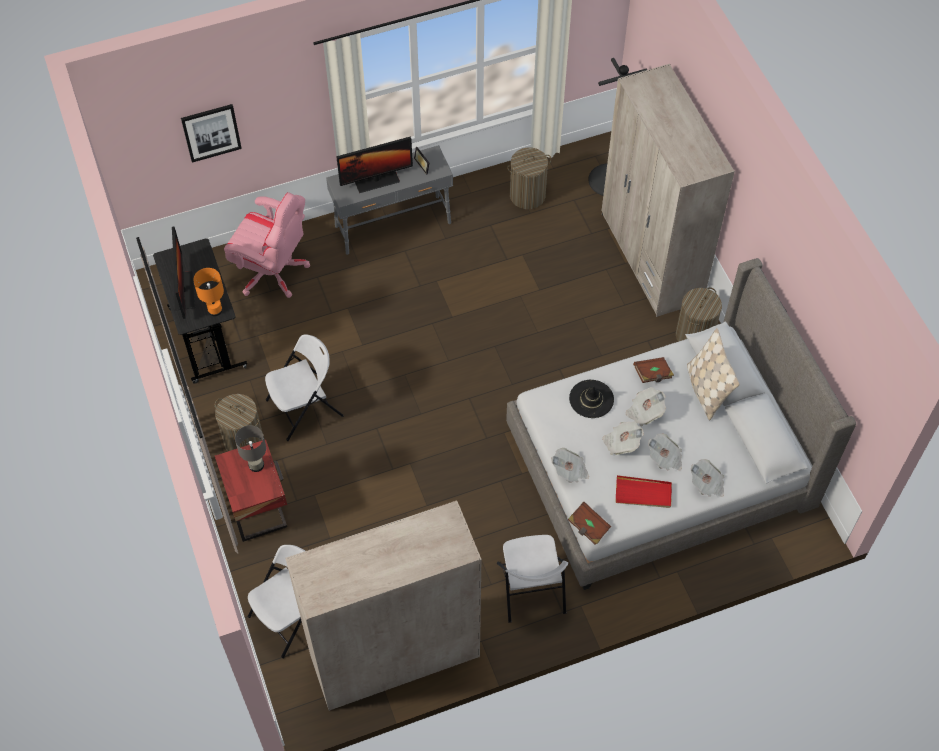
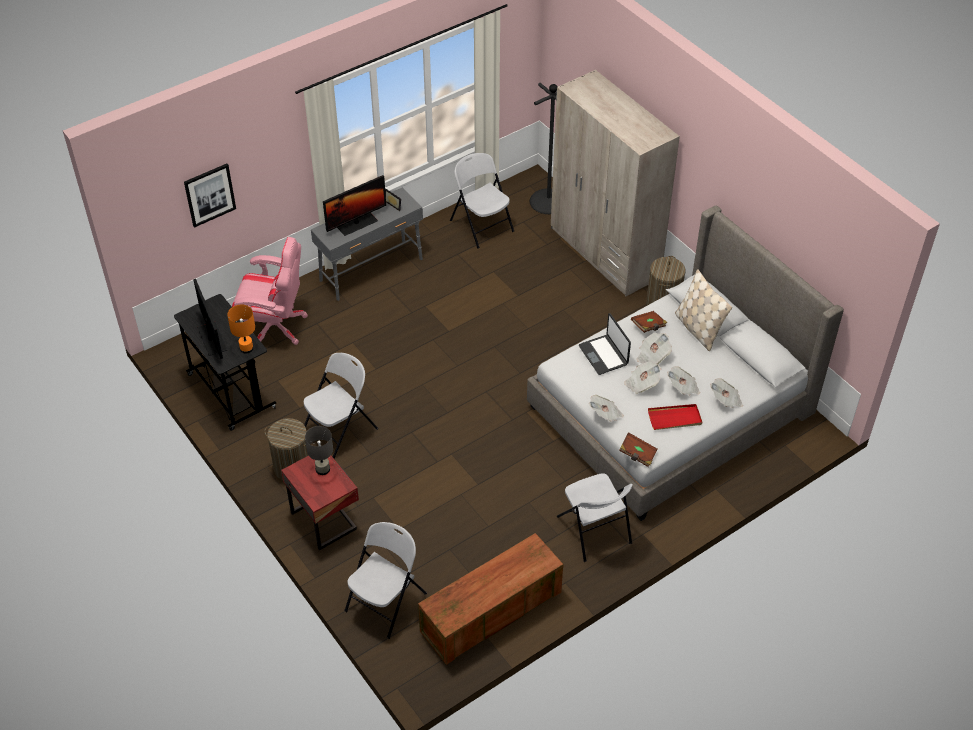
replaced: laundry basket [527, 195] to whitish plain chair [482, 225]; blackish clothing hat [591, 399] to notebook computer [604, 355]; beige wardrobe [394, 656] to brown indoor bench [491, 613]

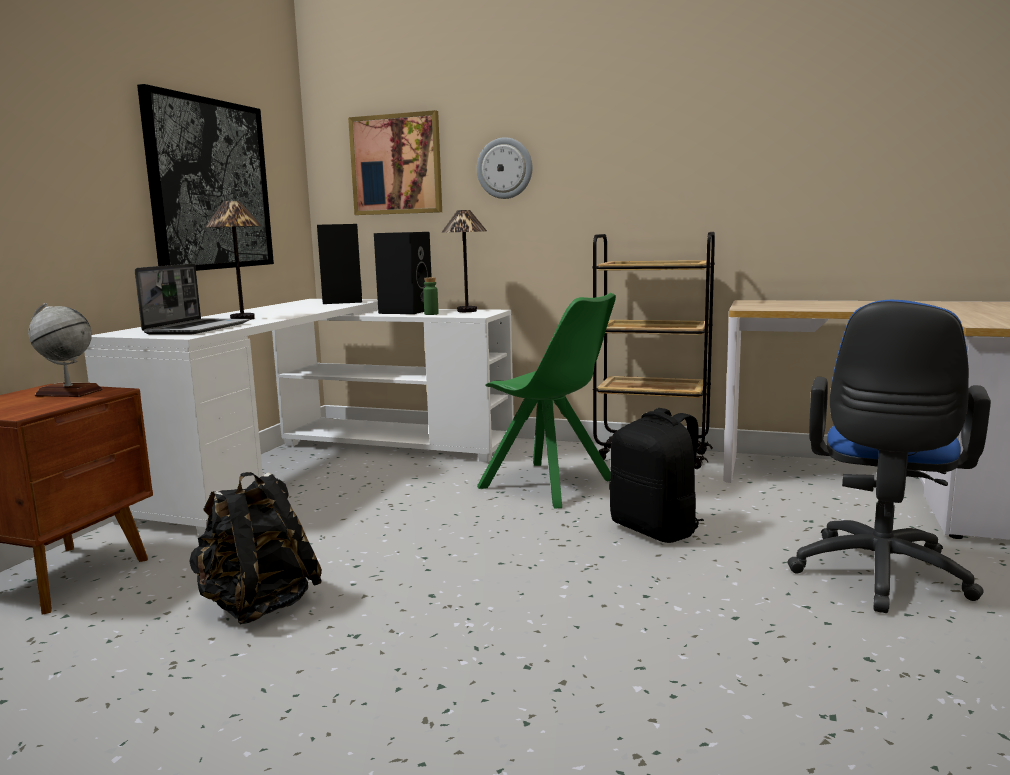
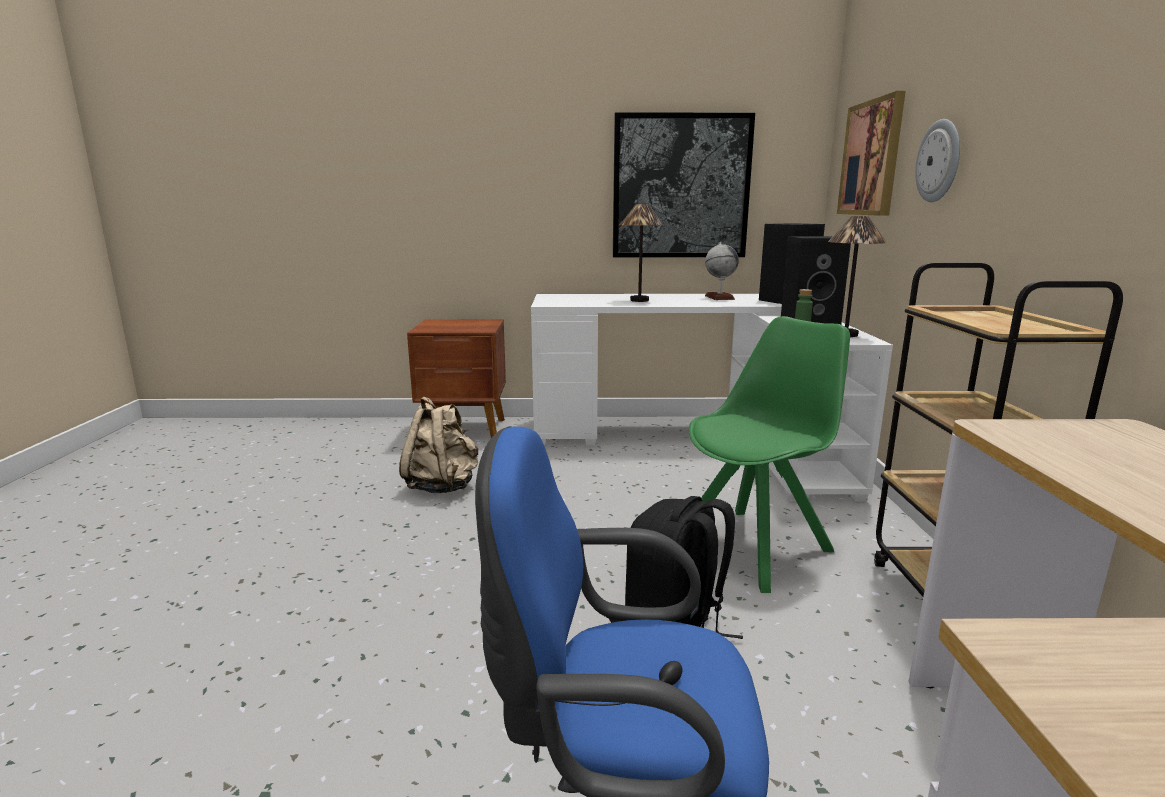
removed: notebook computer [197, 328]
moved: world globe [68, 393] to [719, 297]
recoloured: blackish rucksack [258, 605] to beige rucksack [442, 486]
turned: greenish plain chair [549, 485] = [754, 546] 150 degrees counterclockwise

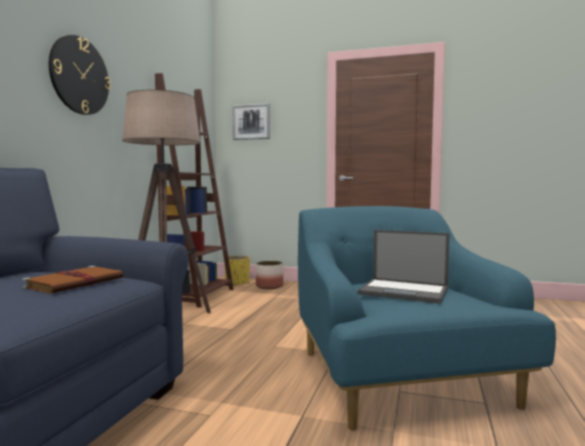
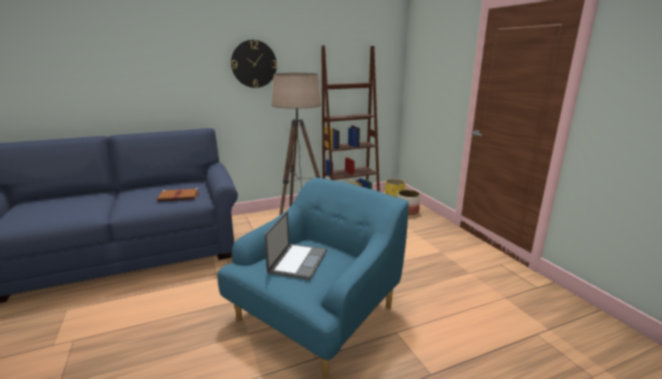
removed: wall art [251, 122]
turned: notebook computer [405, 291] = [298, 261] 150 degrees counterclockwise

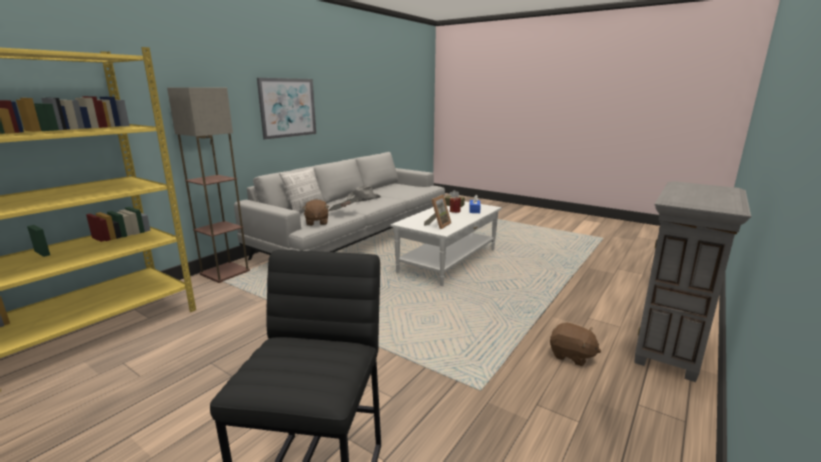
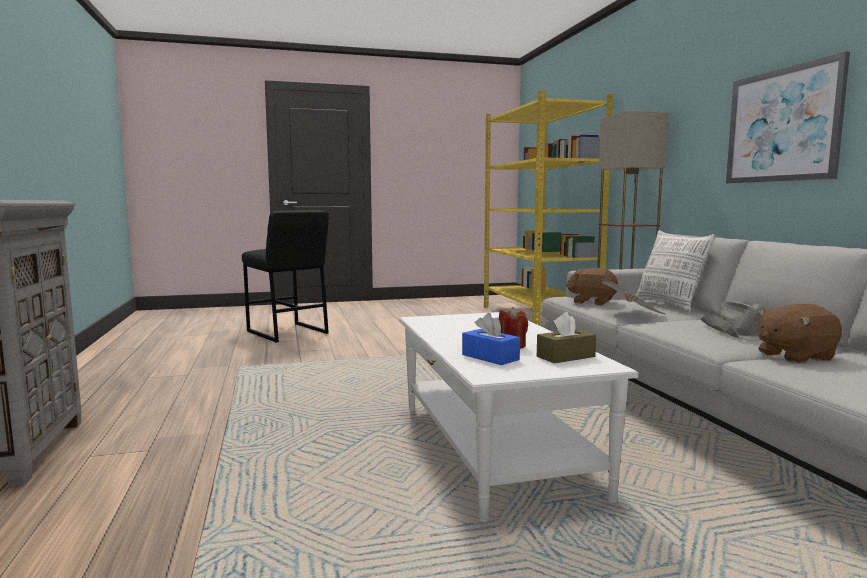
removed: standing frame [438, 225]
moved: brown plush toy [571, 355] to [794, 356]

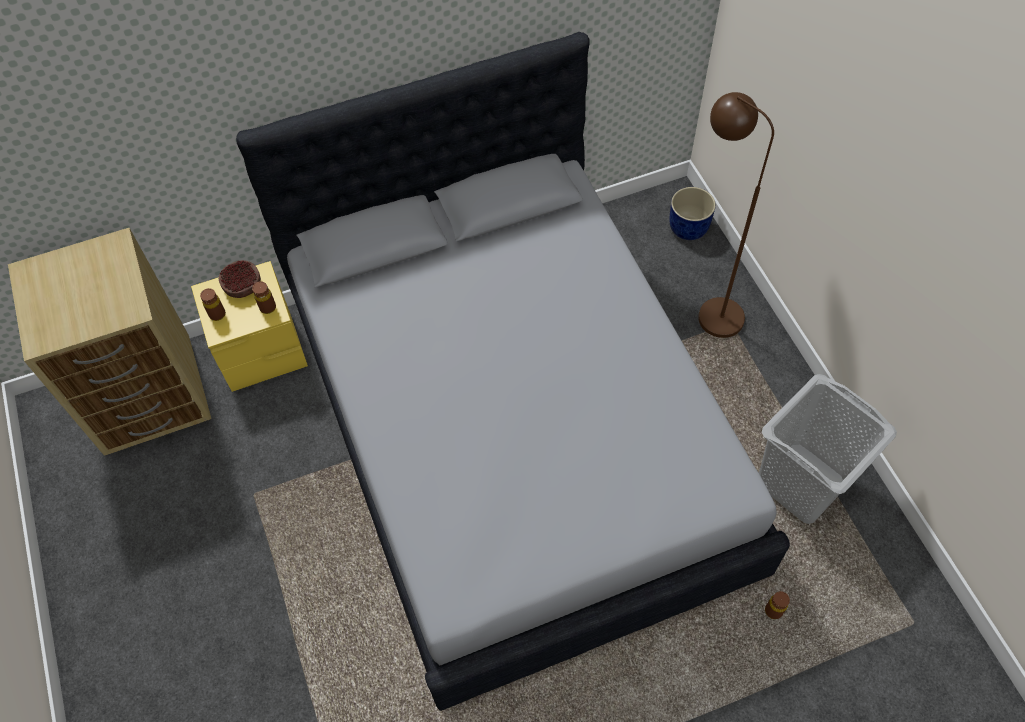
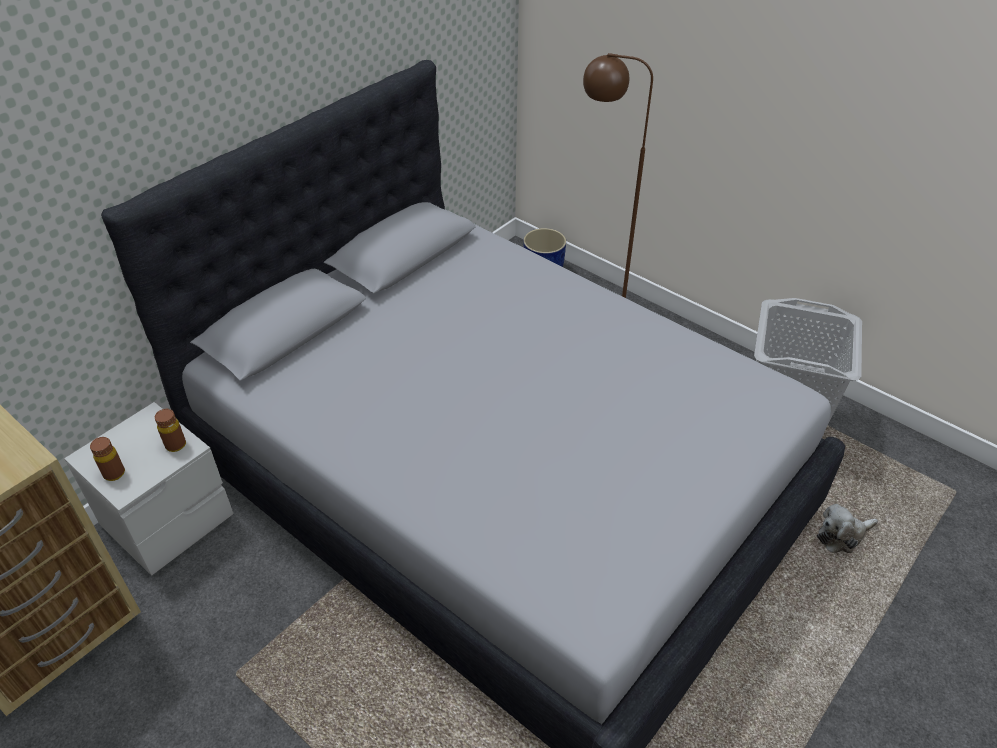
removed: bowl [242, 286]
replaced: brown bottle [773, 611] to plush toy [841, 536]
recoloured: yellow bedside table [261, 350] to whitish bedside table [167, 520]

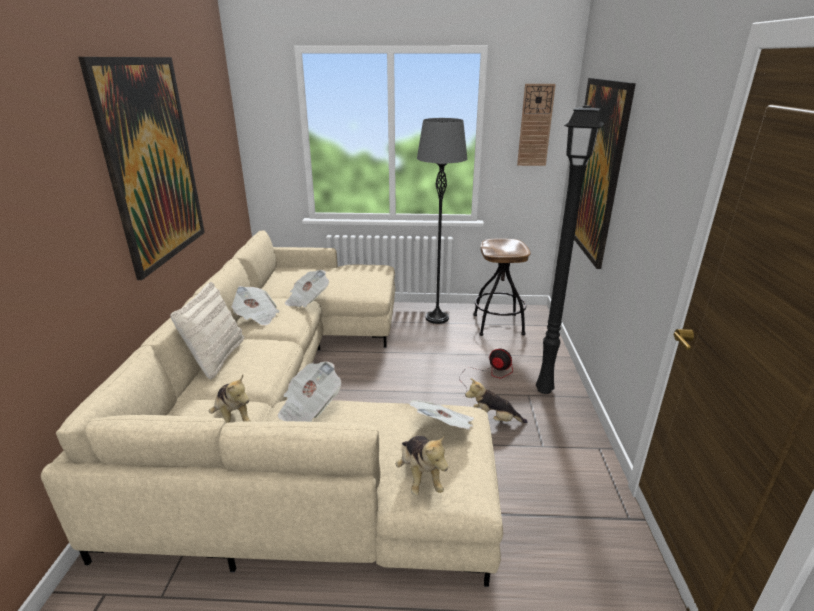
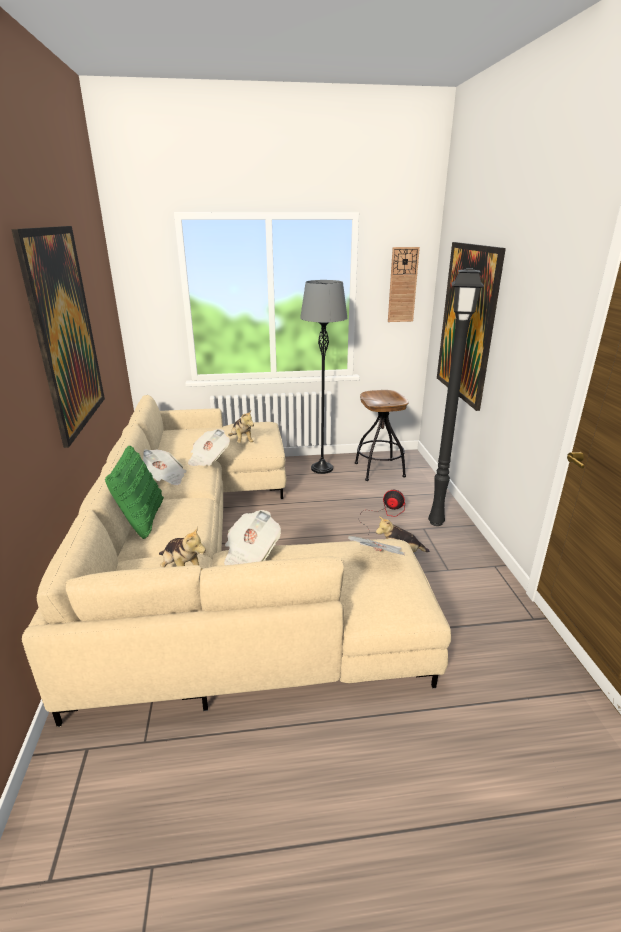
moved: plush toy [420, 476] to [241, 441]
recoloured: beige throw pillow [217, 359] to greenish throw pillow [142, 520]

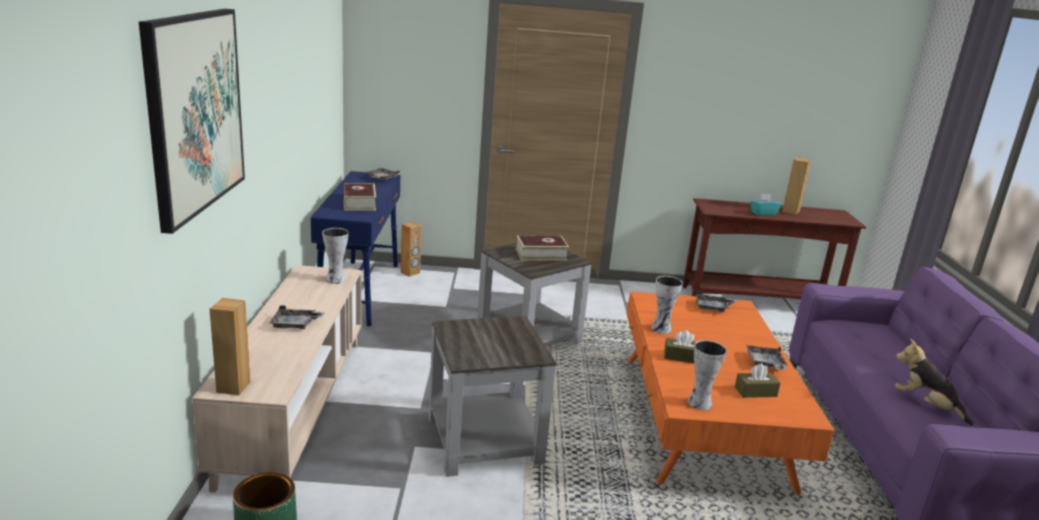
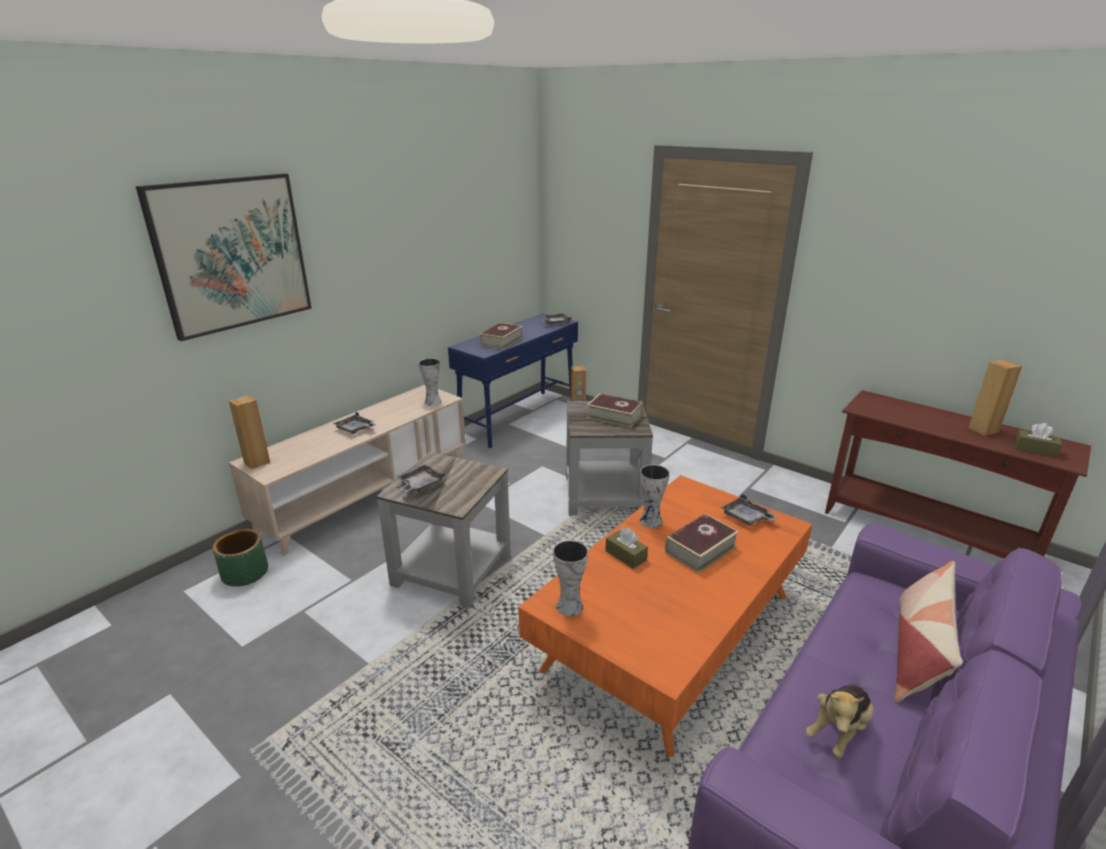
removed: blue-green tissue holder [763, 213]
added: volume [700, 549]; throw pillow [918, 651]
moved: gray carrying tray [765, 363] to [419, 485]; brown tissue holder [755, 392] to [1035, 450]
turned: plush toy [926, 405] = [838, 730] 135 degrees counterclockwise

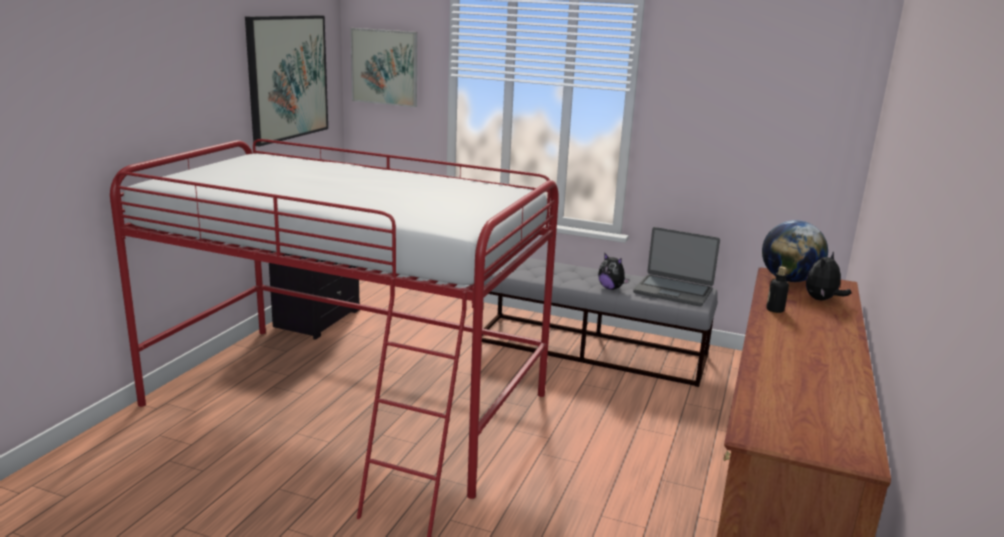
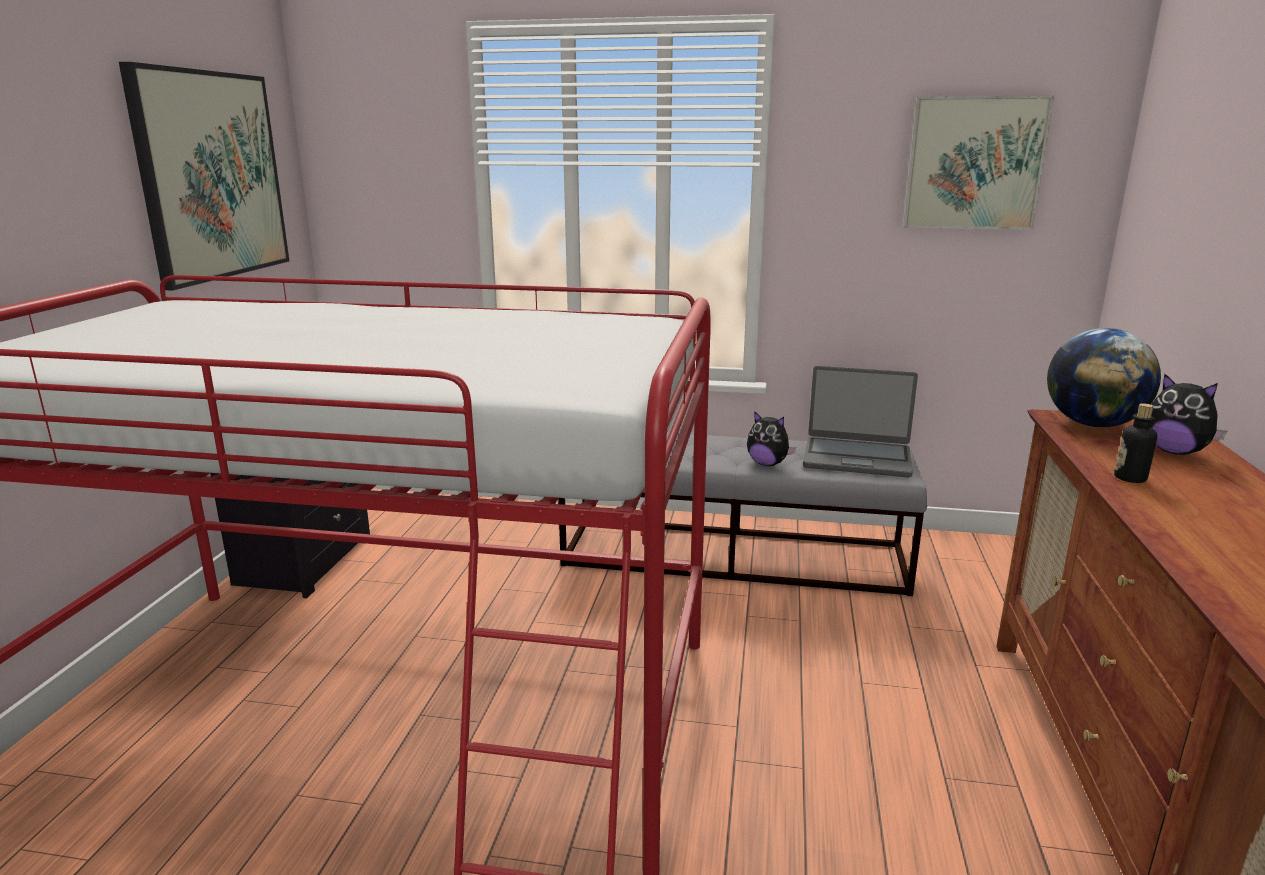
moved: wall art [384, 67] to [974, 163]
turned: plush toy [822, 300] = [1175, 452] 75 degrees counterclockwise

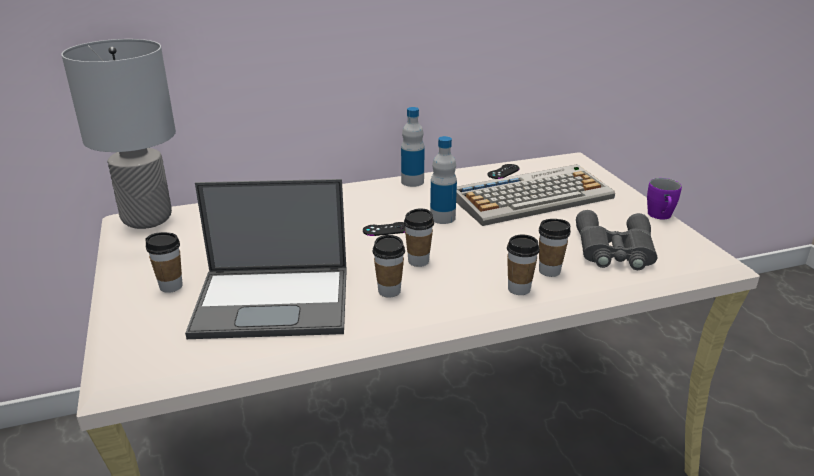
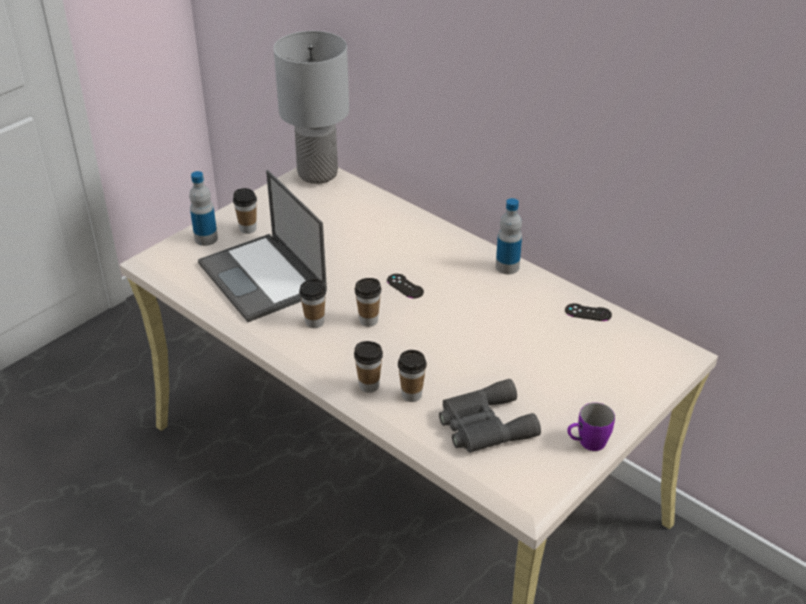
removed: keyboard [532, 197]
moved: bottle [442, 218] to [206, 238]

